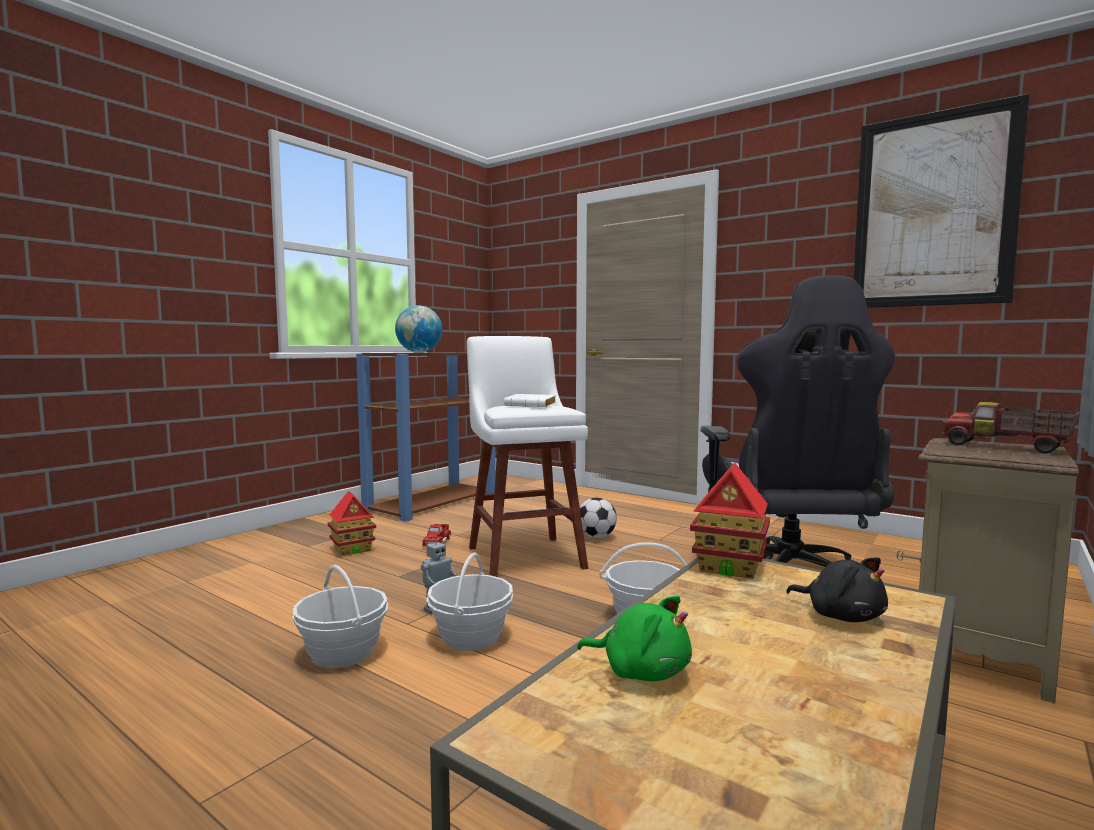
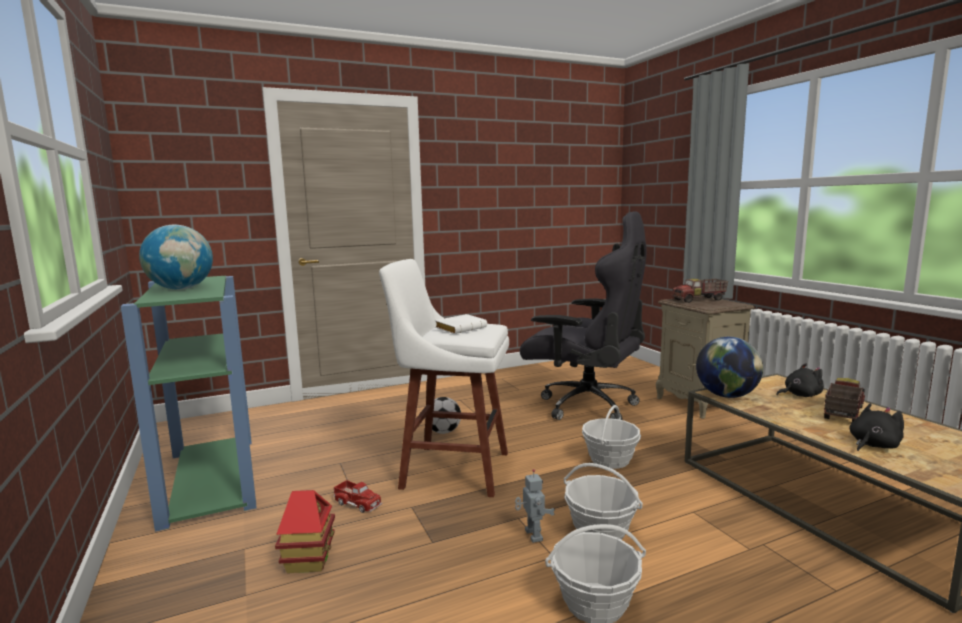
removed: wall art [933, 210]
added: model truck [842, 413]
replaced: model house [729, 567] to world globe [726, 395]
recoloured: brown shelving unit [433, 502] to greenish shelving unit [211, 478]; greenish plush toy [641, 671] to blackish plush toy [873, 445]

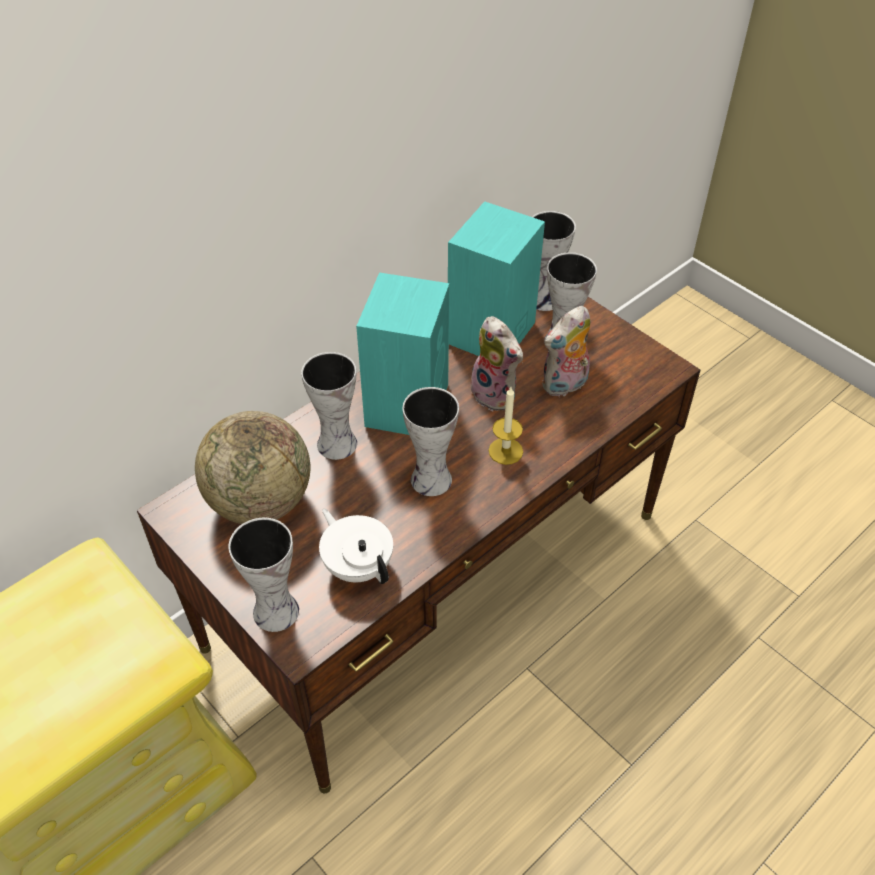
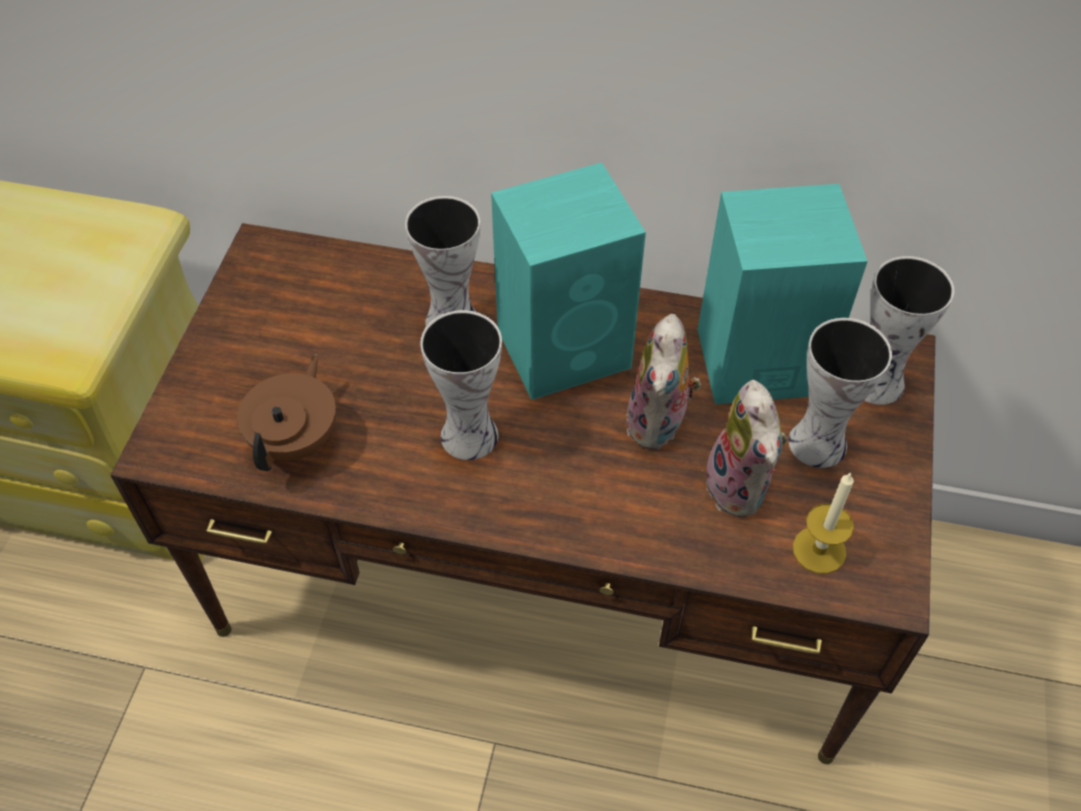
removed: world globe [260, 502]; flower vase [274, 610]
moved: wax light [505, 451] to [819, 550]
recoloured: whitish tea pot [358, 565] to brown tea pot [297, 439]
turned: plush toy [565, 385] = [741, 487] 120 degrees counterclockwise

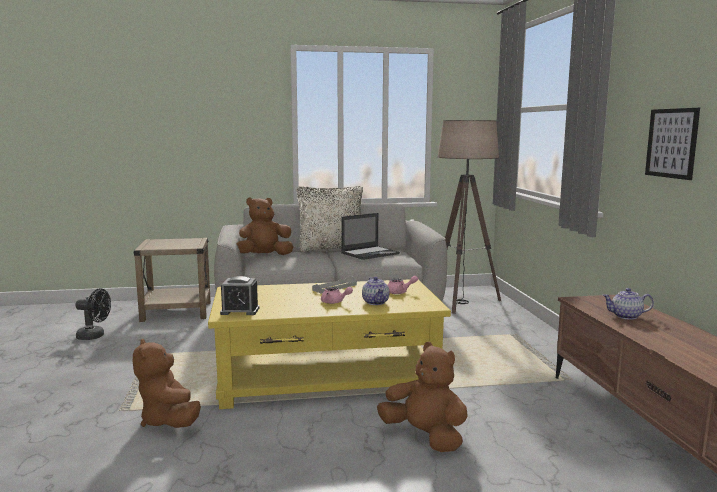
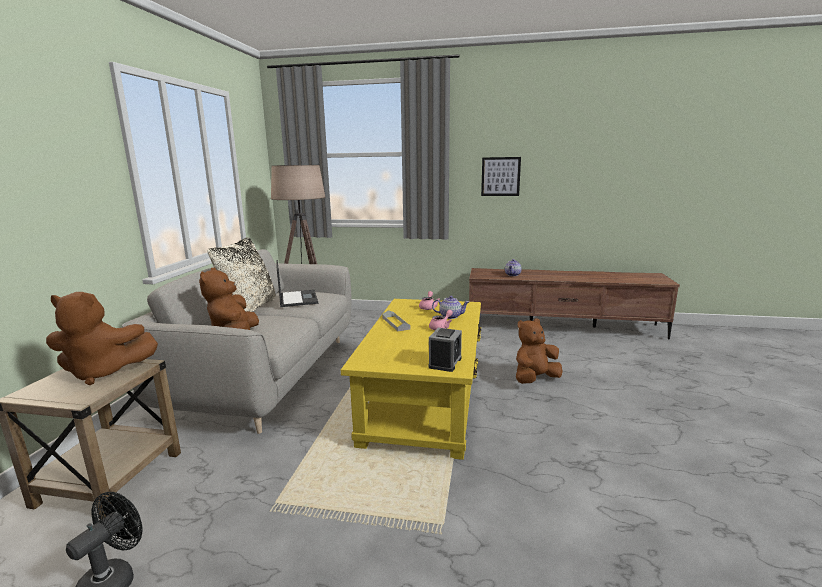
moved: brown plush toy [169, 420] to [104, 372]

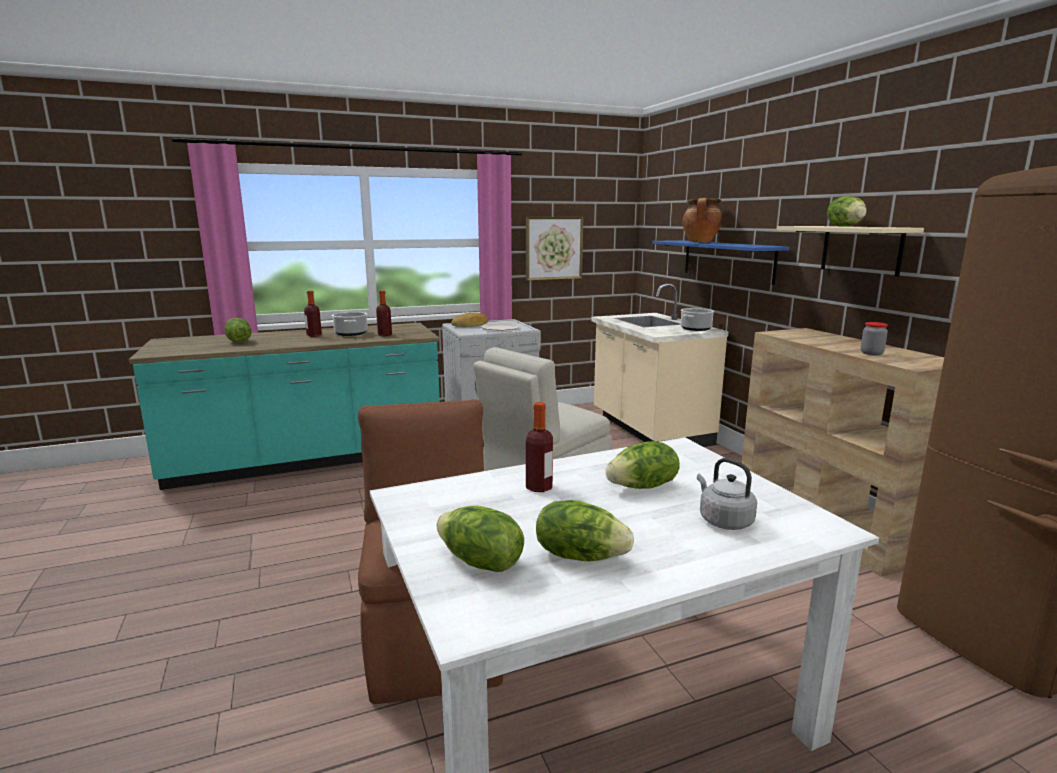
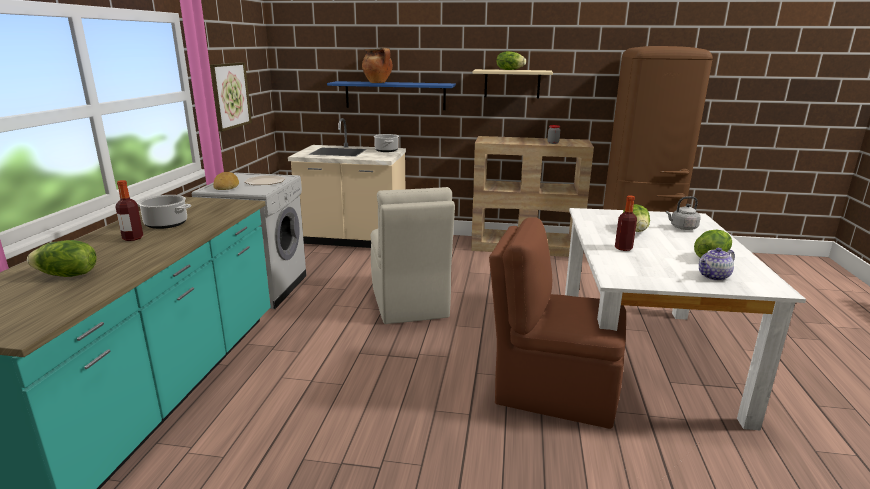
removed: bottle [385, 335]
replaced: lettuce head [480, 562] to tea pot [714, 276]

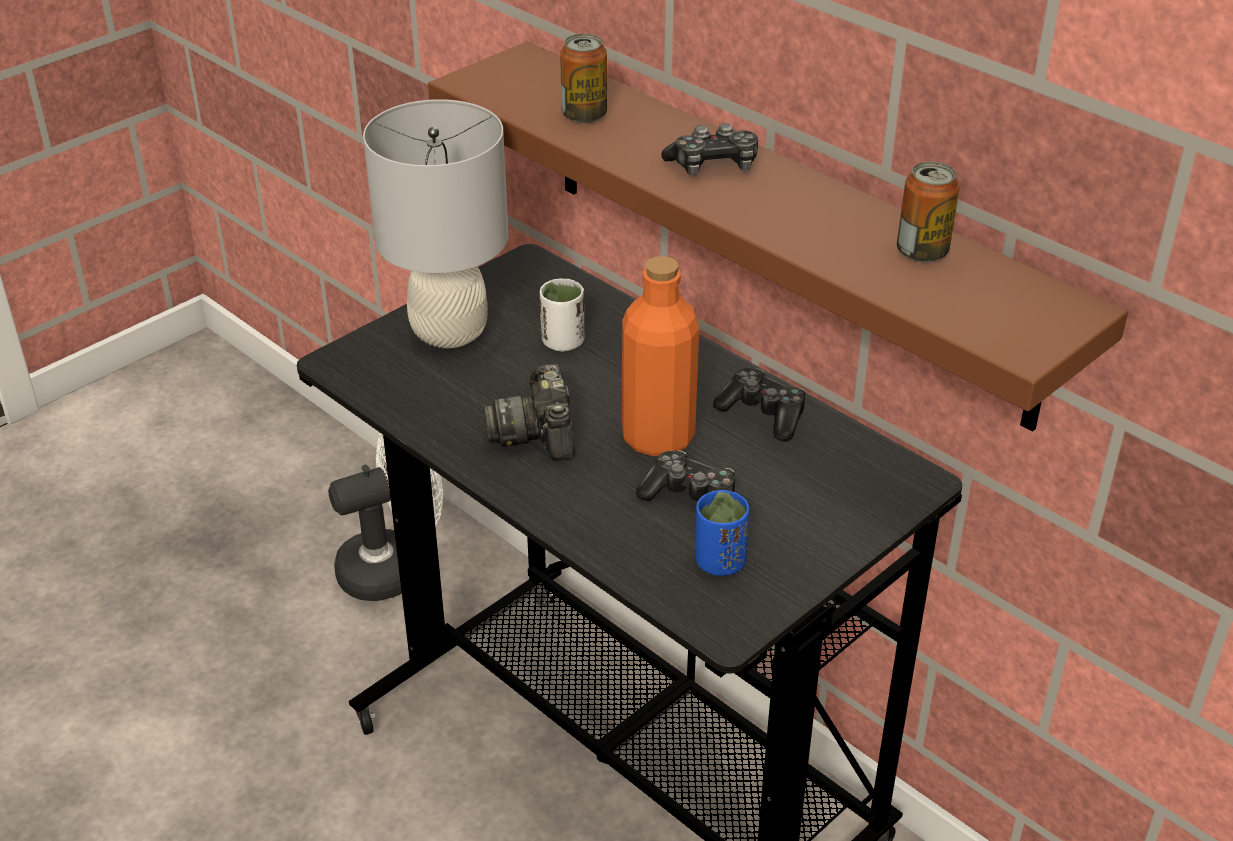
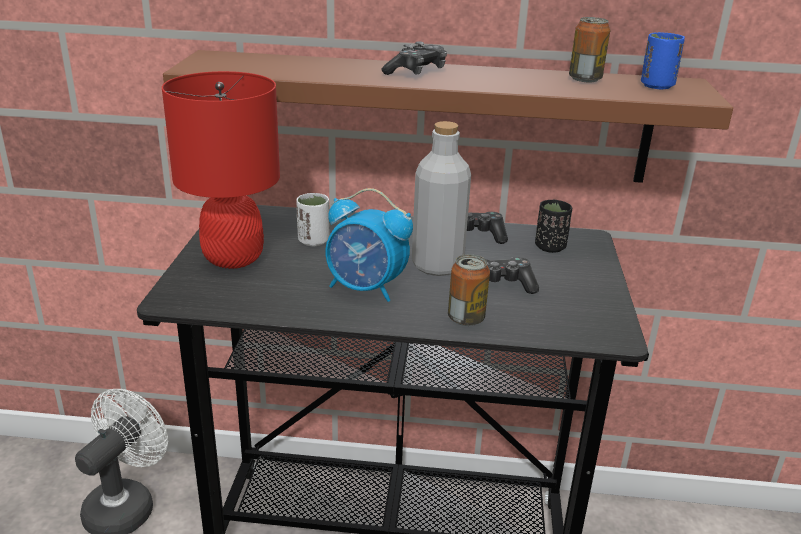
added: blackish drinking cup [550, 247]
moved: metal can [584, 115] to [466, 318]; blue drinking cup [719, 562] to [657, 86]
replaced: still camera [537, 434] to bedside clock [366, 289]
recoloured: gray lamp for a table [448, 333] to red lamp for a table [231, 259]; orange bottle [658, 437] to gray bottle [437, 265]

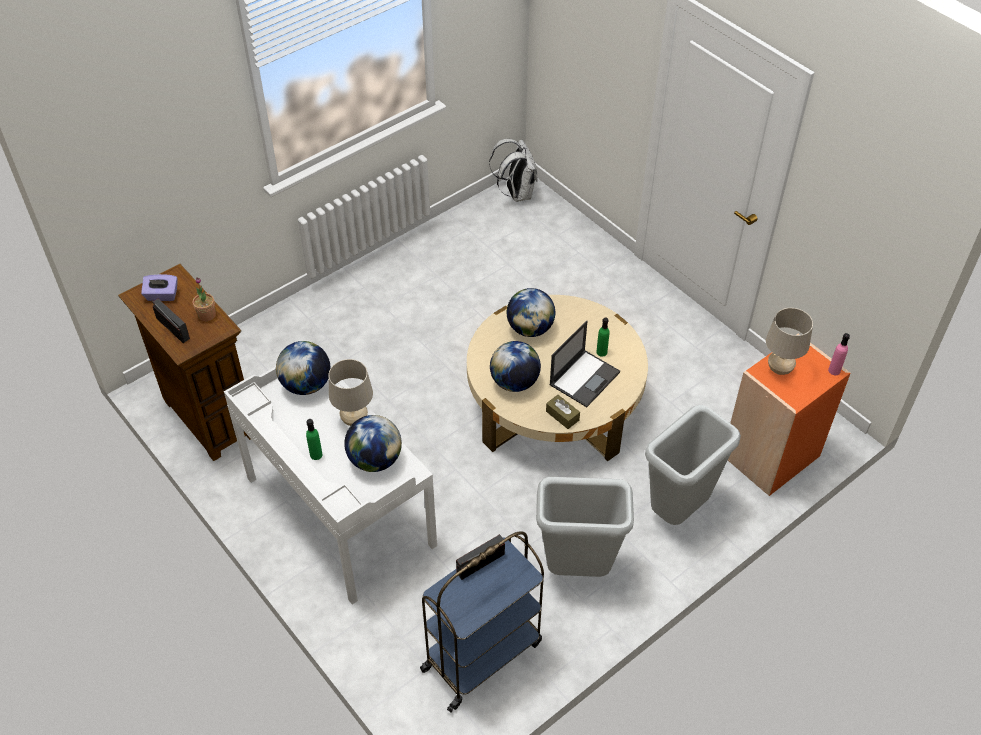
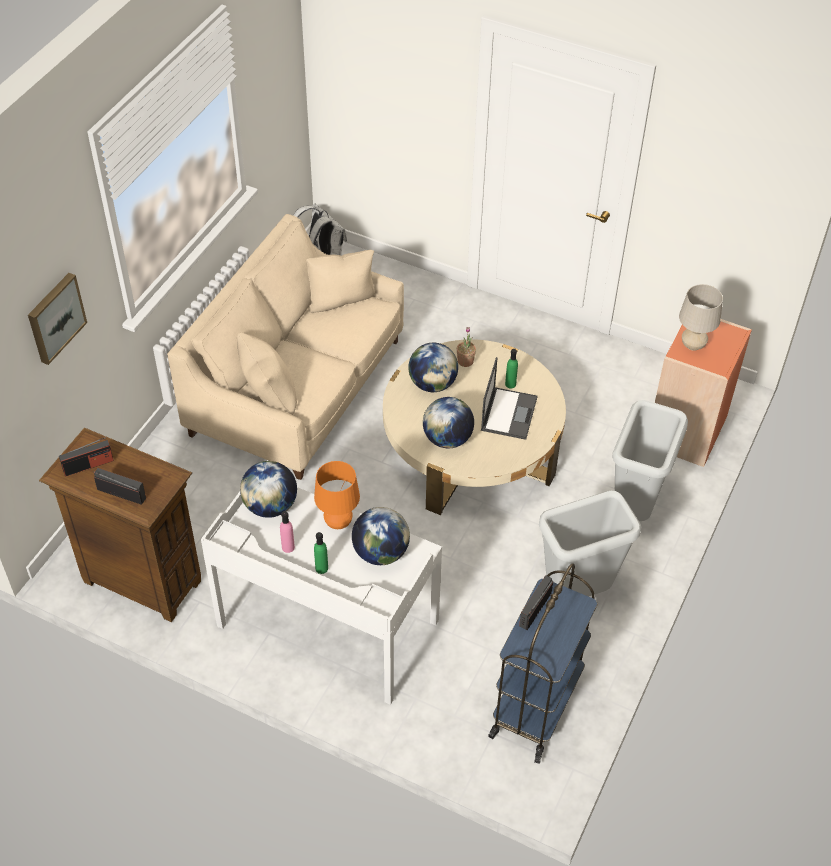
removed: brown tissue holder [562, 416]
added: beige couch [299, 388]; wall art [55, 317]
moved: houseplant [207, 315] to [465, 361]; pink-coloured bottle [834, 370] to [288, 547]
replaced: purple tissue holder [162, 295] to radio set [88, 465]
recoloured: beige lamp for a table [354, 420] to orange lamp for a table [338, 523]

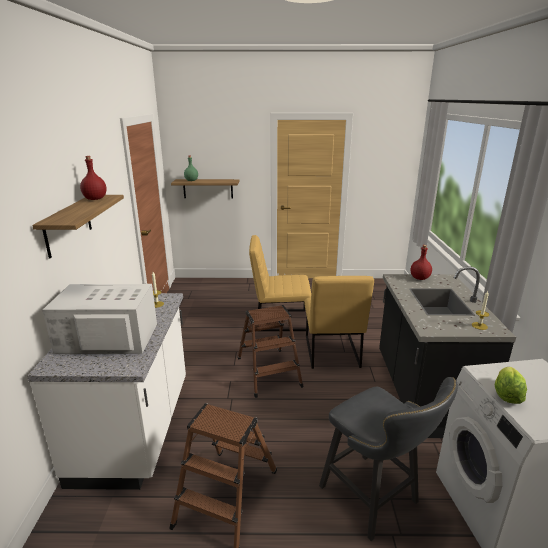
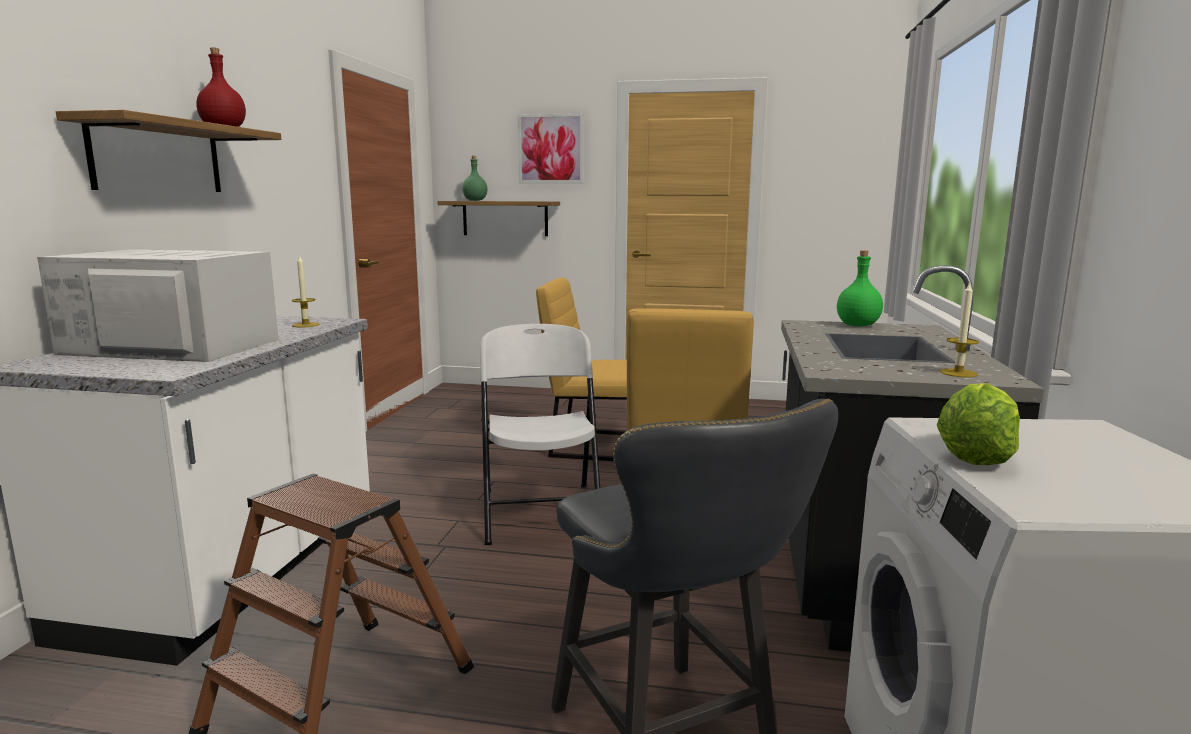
added: wall art [551, 149]
replaced: brown stepladder [268, 371] to whitish plain chair [541, 513]
recoloured: red bottle [419, 278] to greenish bottle [857, 325]

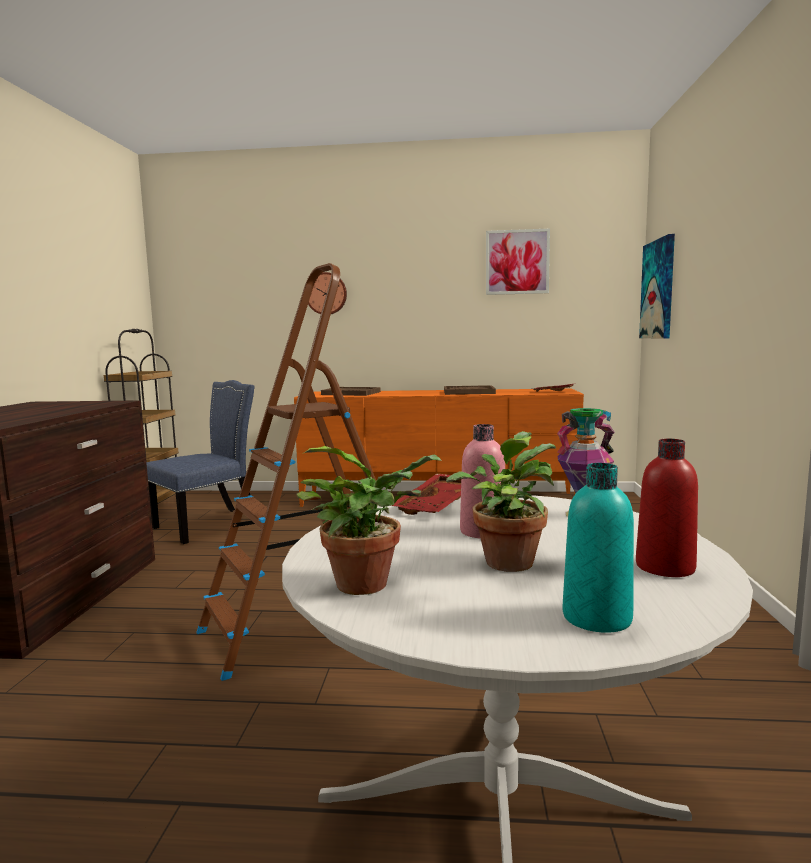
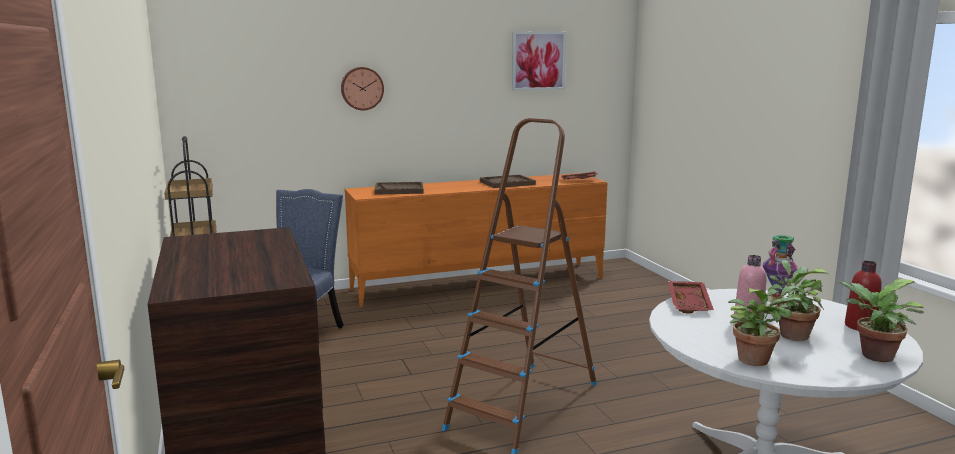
removed: wall art [658, 289]
replaced: blue-green bottle [597, 617] to houseplant [873, 356]

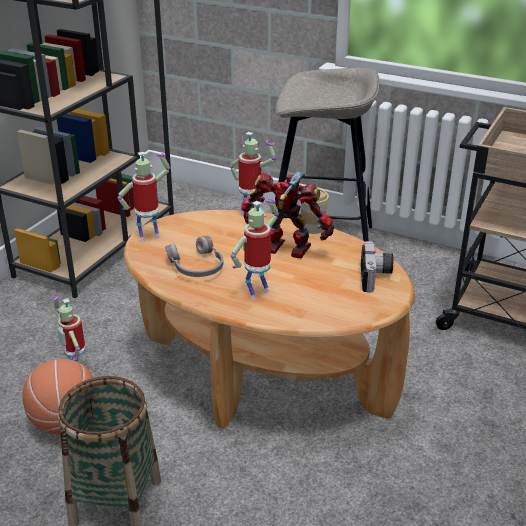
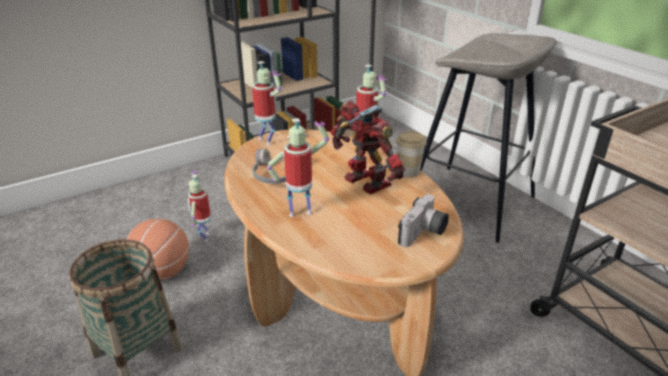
turned: robot figure [149, 236] = [267, 141] 45 degrees clockwise

